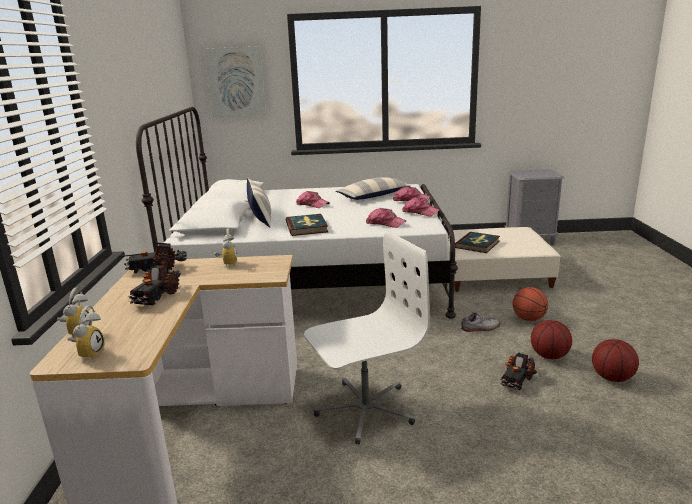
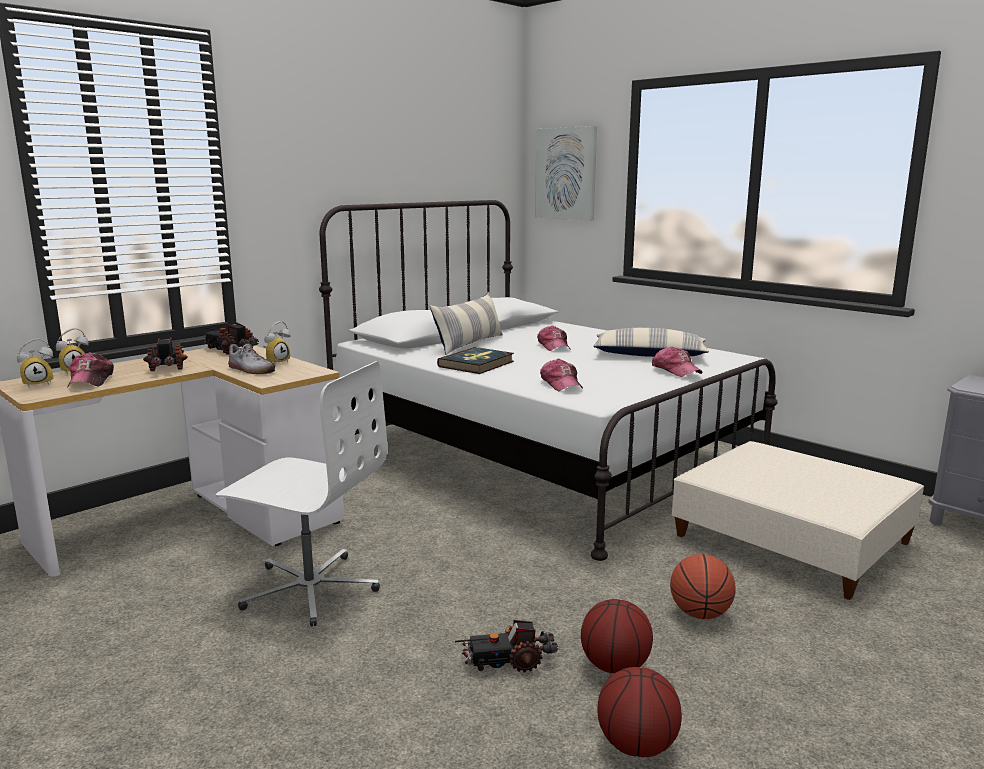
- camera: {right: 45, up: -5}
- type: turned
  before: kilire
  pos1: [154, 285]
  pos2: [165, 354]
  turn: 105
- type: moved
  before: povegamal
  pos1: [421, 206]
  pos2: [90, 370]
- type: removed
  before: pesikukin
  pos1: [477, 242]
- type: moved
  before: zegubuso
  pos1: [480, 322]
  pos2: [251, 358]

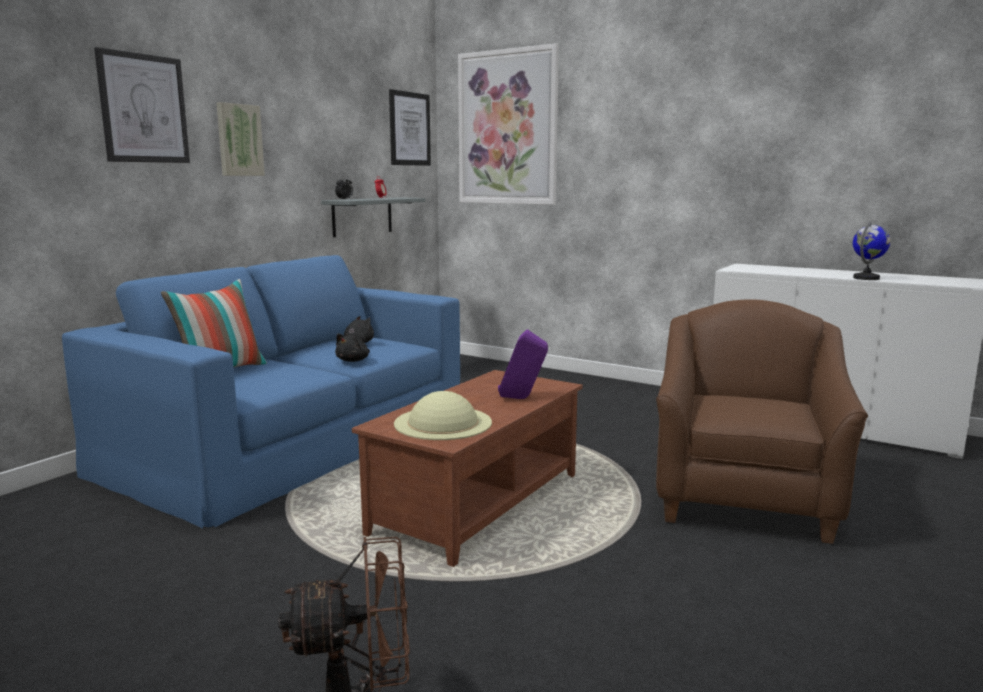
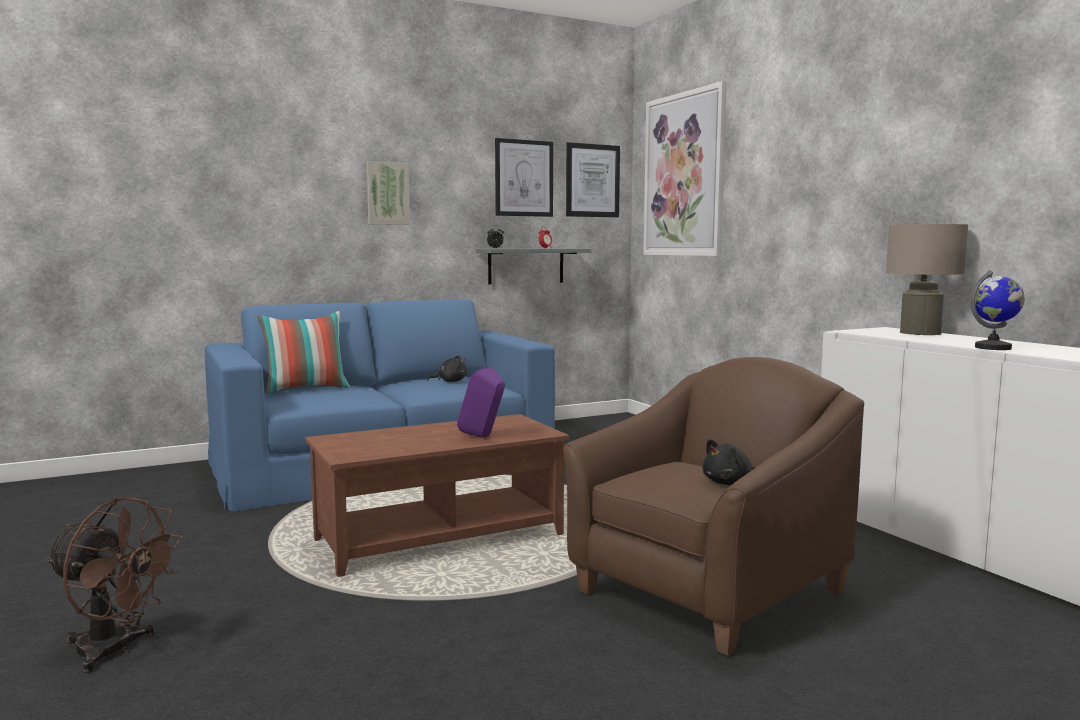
- camera: {right: 30, up: -5}
- type: moved
  before: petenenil
  pos1: [142, 105]
  pos2: [524, 177]
- type: moved
  before: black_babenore
  pos1: [352, 347]
  pos2: [729, 462]
- type: removed
  before: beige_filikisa
  pos1: [443, 415]
- type: added
  after: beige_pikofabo
  pos2: [927, 279]

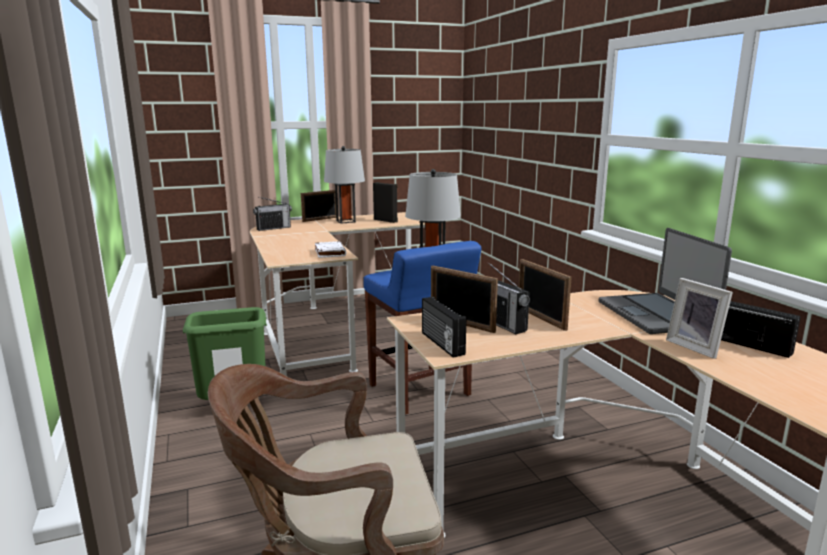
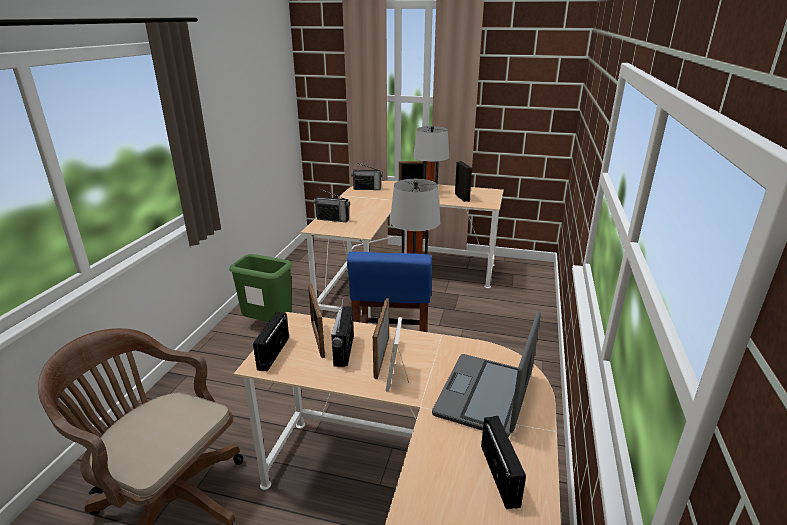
- camera: {right: 35, up: 10}
- type: removed
  before: white_pesikukin
  pos1: [330, 249]
- type: moved
  before: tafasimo
  pos1: [699, 318]
  pos2: [397, 354]
- type: added
  after: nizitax
  pos2: [332, 205]

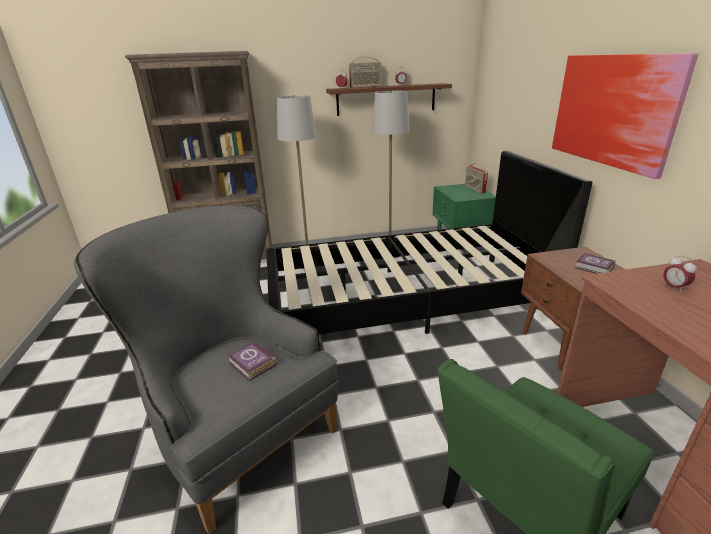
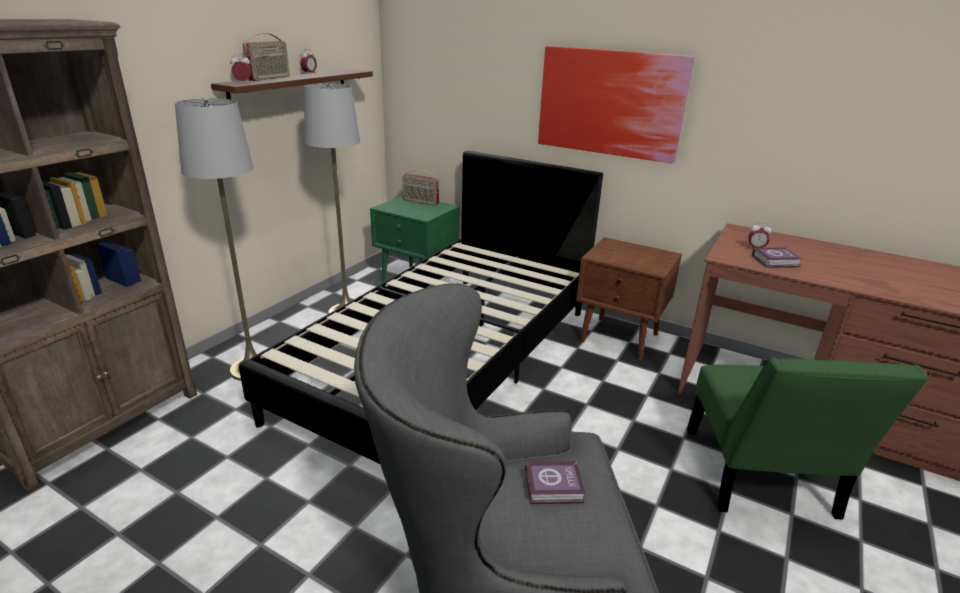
- camera: {right: -50, up: 0}
- type: moved
  before: pesikukin
  pos1: [595, 263]
  pos2: [777, 257]

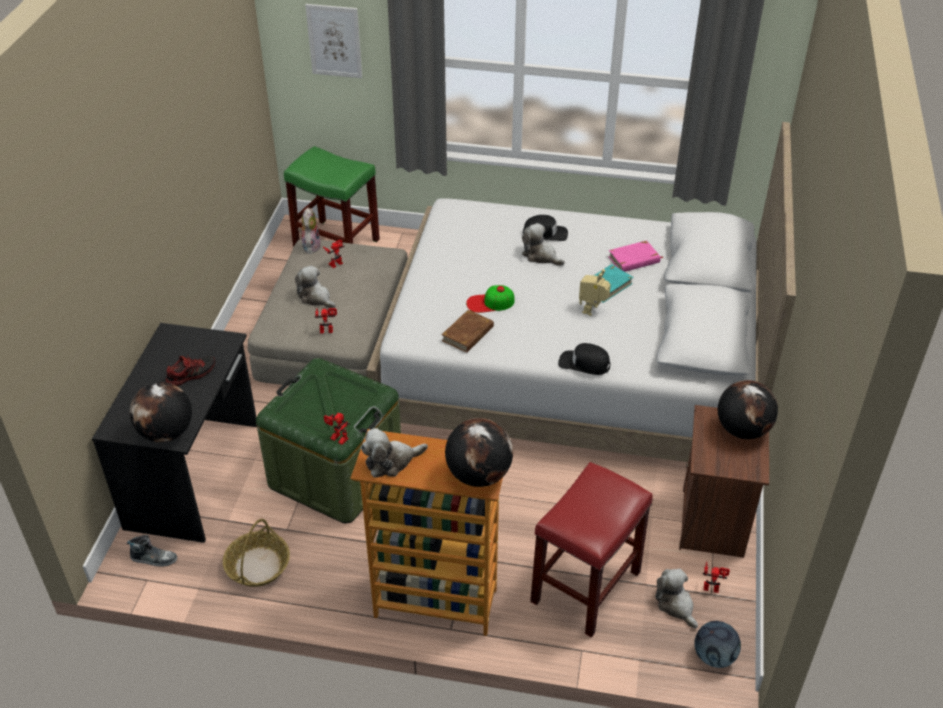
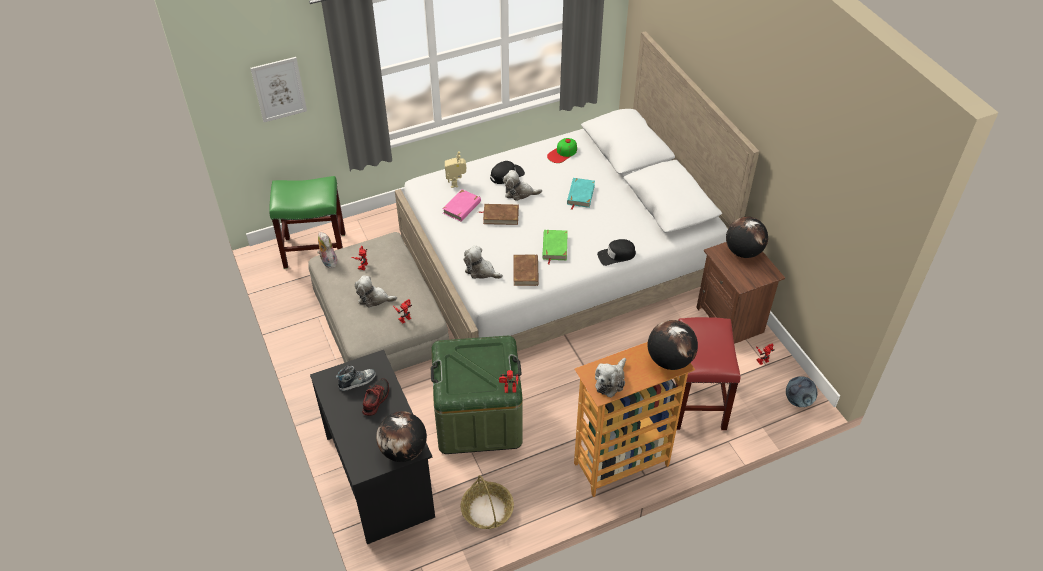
- camera: {right: -35, up: 5}
- type: moved
  before: zegubuso
  pos1: [152, 551]
  pos2: [356, 378]
- type: moved
  before: povegamal
  pos1: [490, 299]
  pos2: [562, 150]
- type: moved
  before: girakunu
  pos1: [595, 292]
  pos2: [455, 169]
- type: moved
  before: pink_pesikukin
  pos1: [635, 256]
  pos2: [461, 205]
- type: moved
  before: babenore
  pos1: [676, 599]
  pos2: [483, 262]
- type: added
  after: brown_pesikukin
  pos2: [498, 214]
- type: added
  after: green_pesikukin
  pos2: [555, 247]

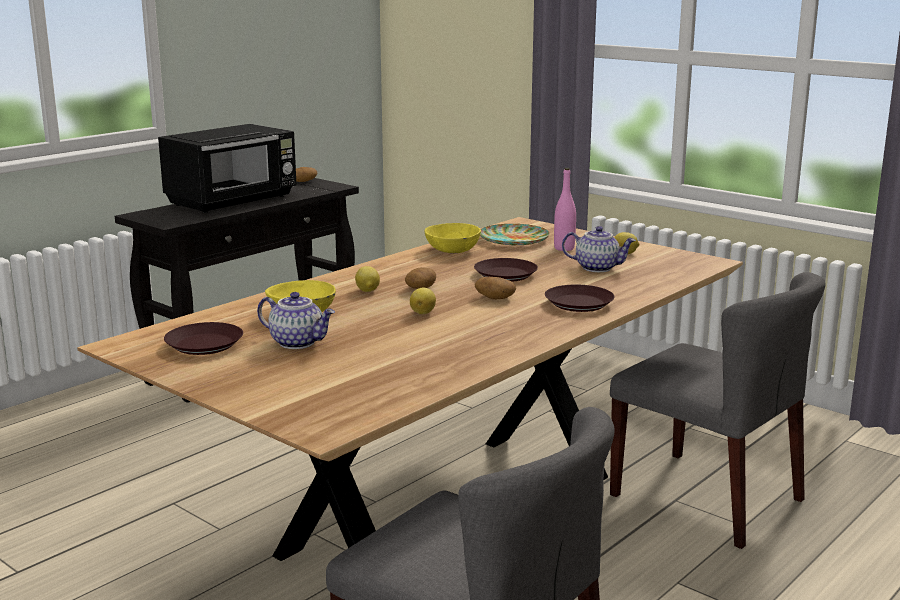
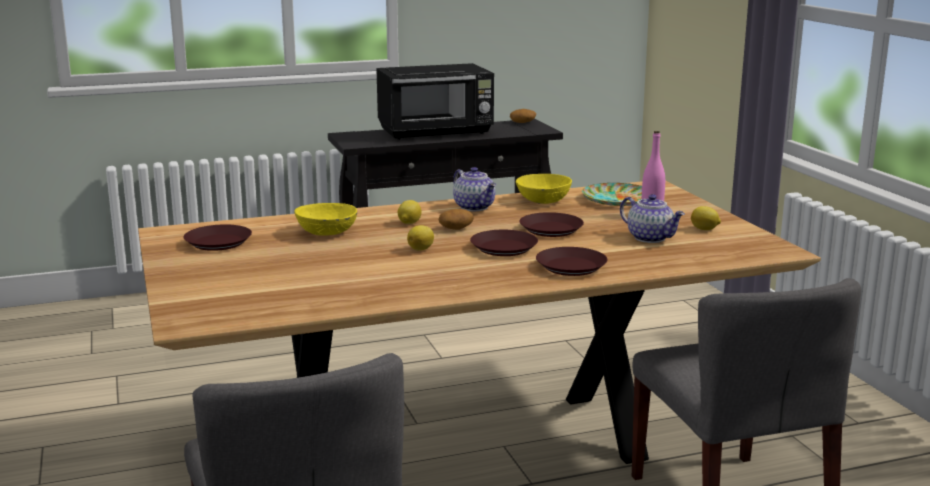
- camera: {right: 30, up: 0}
- type: moved
  before: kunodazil
  pos1: [296, 320]
  pos2: [474, 189]
- type: replaced
  before: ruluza
  after: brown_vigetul
  pos1: [495, 288]
  pos2: [504, 243]

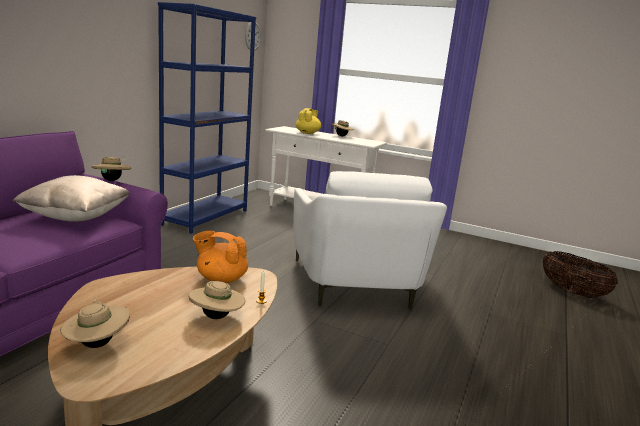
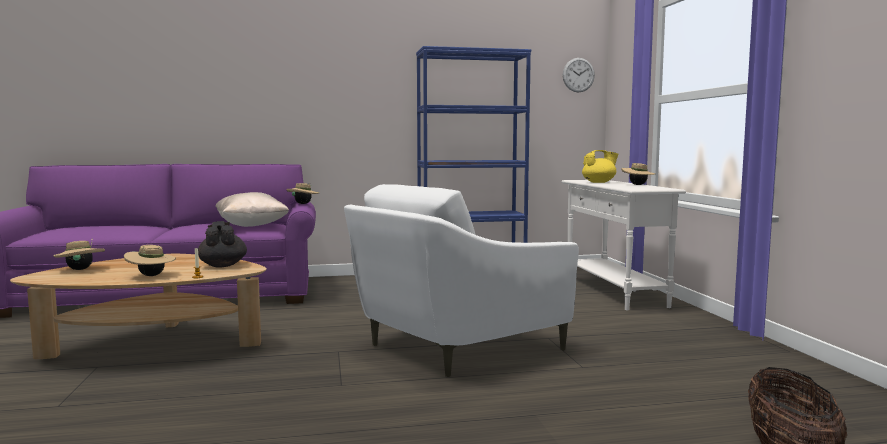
- camera: {right: 55, up: -10}
- type: recoloured
  before: orange_kunodazil
  after: black_kunodazil
  pos1: [220, 257]
  pos2: [222, 244]

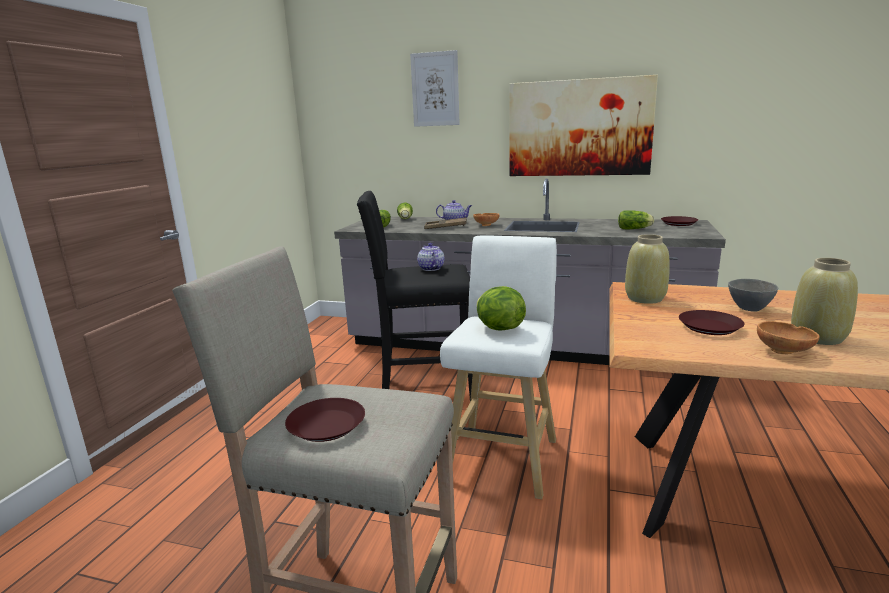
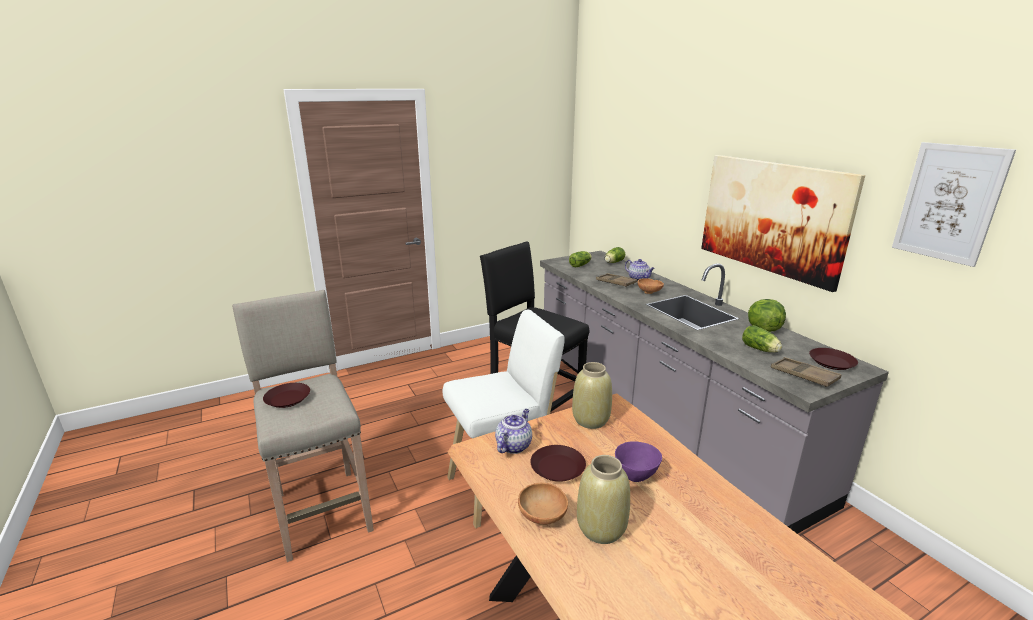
- camera: {right: 45, up: 5}
- type: moved
  before: petenenil
  pos1: [435, 88]
  pos2: [954, 204]
- type: moved
  before: kunodazil
  pos1: [430, 257]
  pos2: [513, 431]
- type: moved
  before: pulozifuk
  pos1: [501, 308]
  pos2: [767, 315]
- type: recoloured
  before: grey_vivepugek
  after: purple_vivepugek
  pos1: [753, 295]
  pos2: [638, 461]
- type: added
  after: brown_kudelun
  pos2: [806, 372]

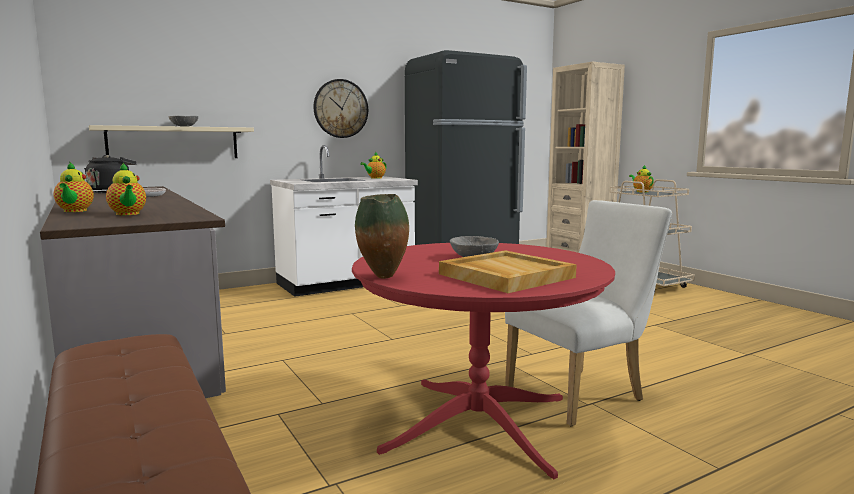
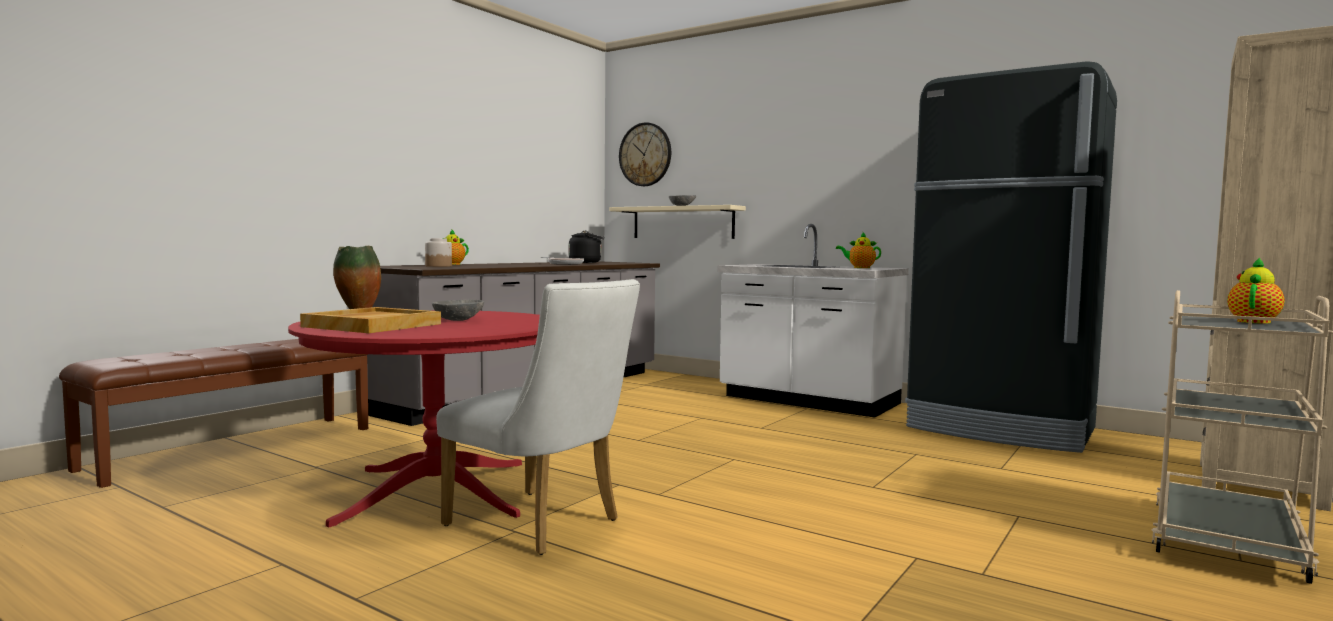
- camera: {right: 65, up: -5}
- type: replaced
  before: kunodazil
  after: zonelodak
  pos1: [126, 189]
  pos2: [438, 252]
- type: moved
  before: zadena
  pos1: [341, 108]
  pos2: [645, 154]

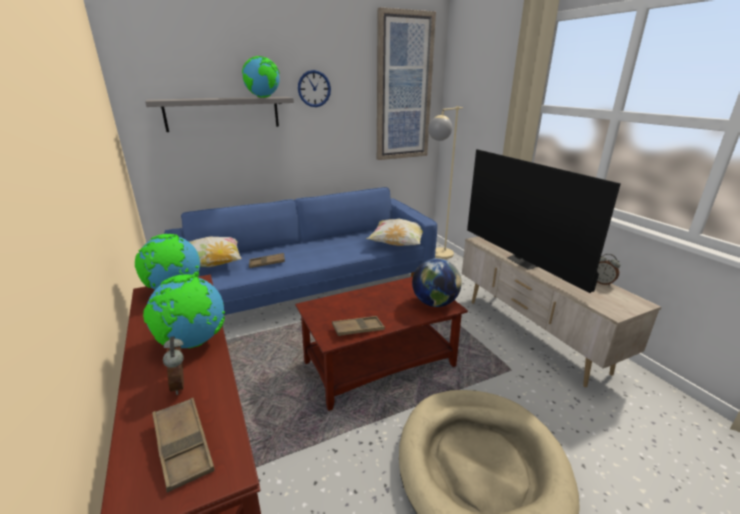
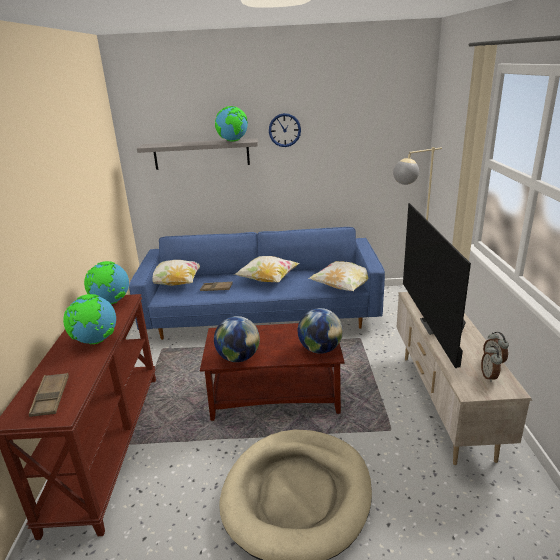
- camera: {right: 25, up: 0}
- type: moved
  before: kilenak
  pos1: [173, 365]
  pos2: [492, 364]
- type: replaced
  before: brown_kudelun
  after: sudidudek
  pos1: [358, 326]
  pos2: [237, 339]
- type: removed
  before: petenenil
  pos1: [406, 83]
- type: added
  after: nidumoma
  pos2: [267, 269]

